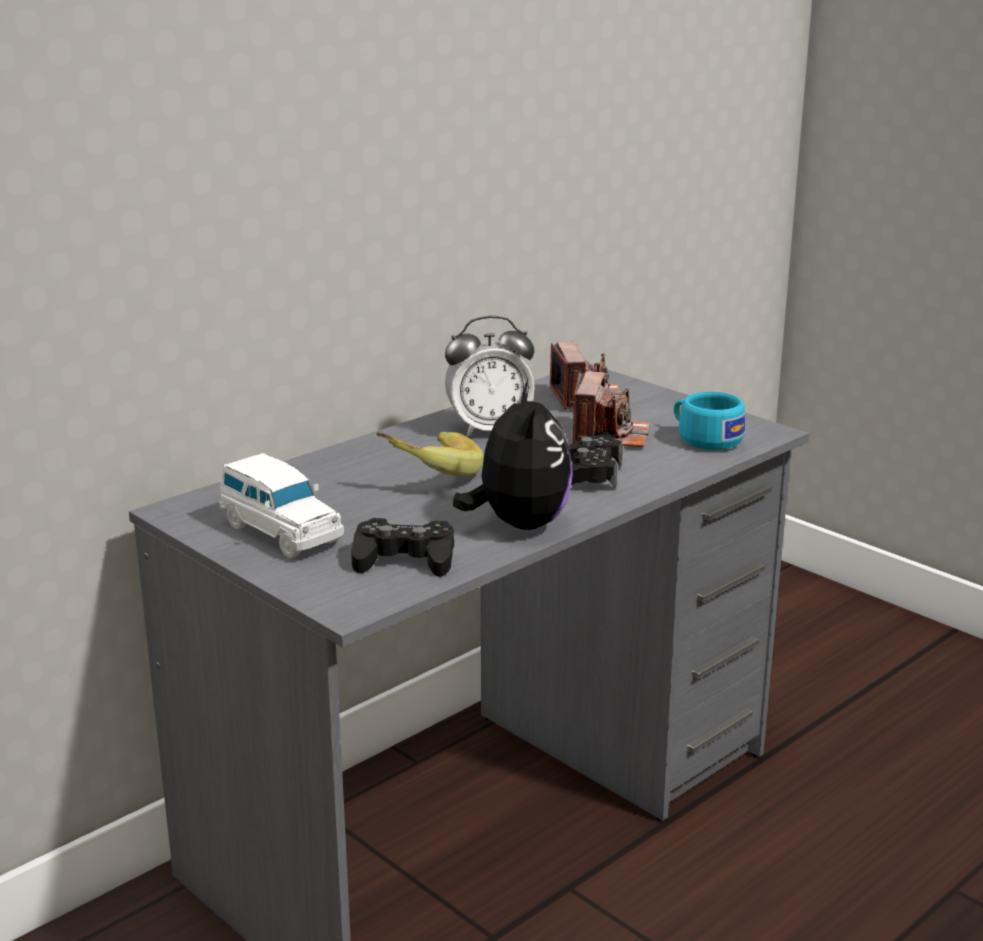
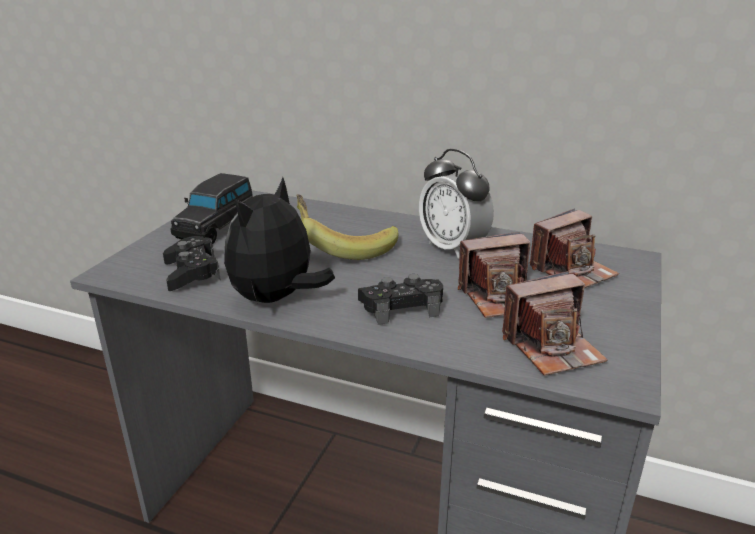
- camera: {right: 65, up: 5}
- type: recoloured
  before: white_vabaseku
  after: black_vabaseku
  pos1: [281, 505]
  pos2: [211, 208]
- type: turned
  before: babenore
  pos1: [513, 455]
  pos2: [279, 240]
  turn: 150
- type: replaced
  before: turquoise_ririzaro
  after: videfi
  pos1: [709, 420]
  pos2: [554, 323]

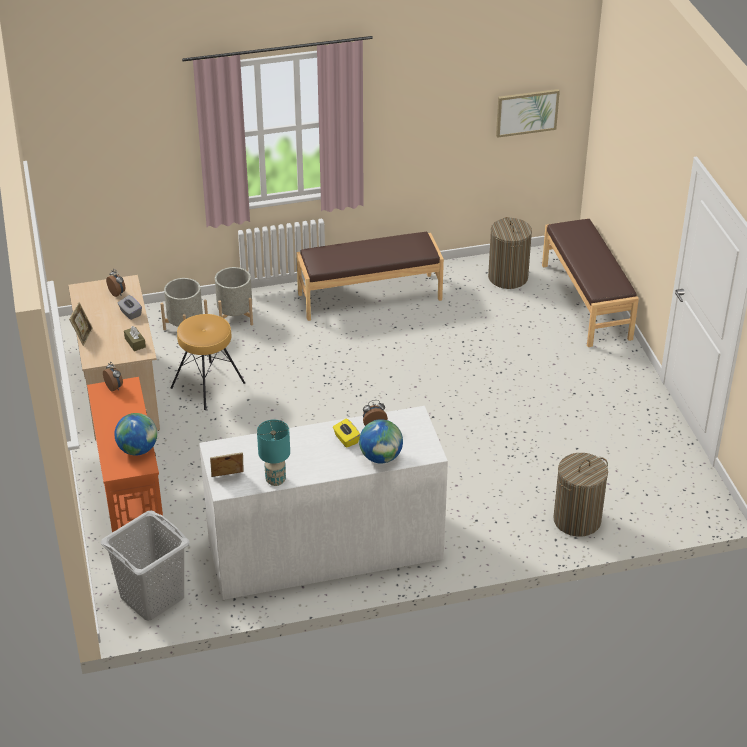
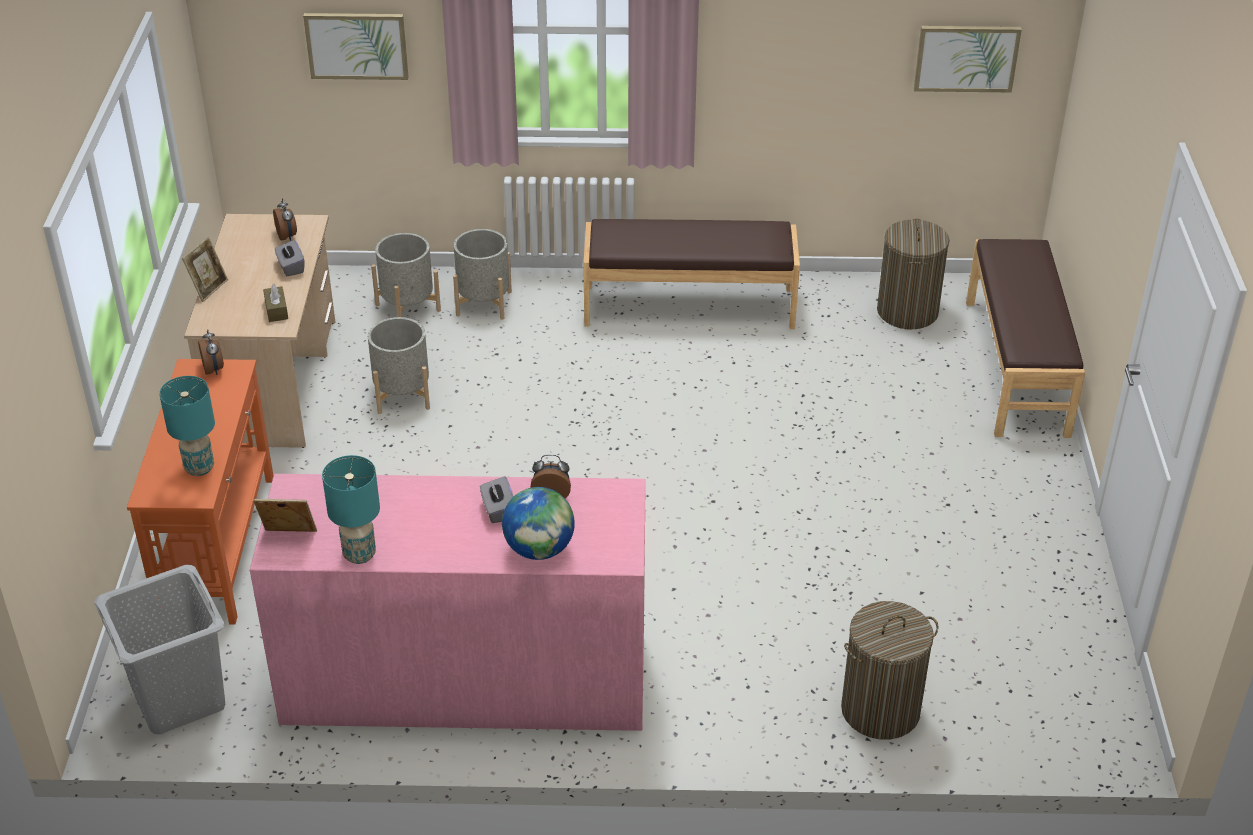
- camera: {right: 15, up: 0}
- type: replaced
  before: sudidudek
  after: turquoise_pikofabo
  pos1: [135, 434]
  pos2: [187, 426]
- type: replaced
  before: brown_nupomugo
  after: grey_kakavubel
  pos1: [208, 362]
  pos2: [399, 365]
- type: recoloured
  before: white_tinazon
  after: pink_tinazon
  pos1: [323, 503]
  pos2: [448, 602]
- type: recoloured
  before: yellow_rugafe
  after: grey_rugafe
  pos1: [346, 433]
  pos2: [497, 499]
- type: added
  after: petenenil
  pos2: [356, 46]

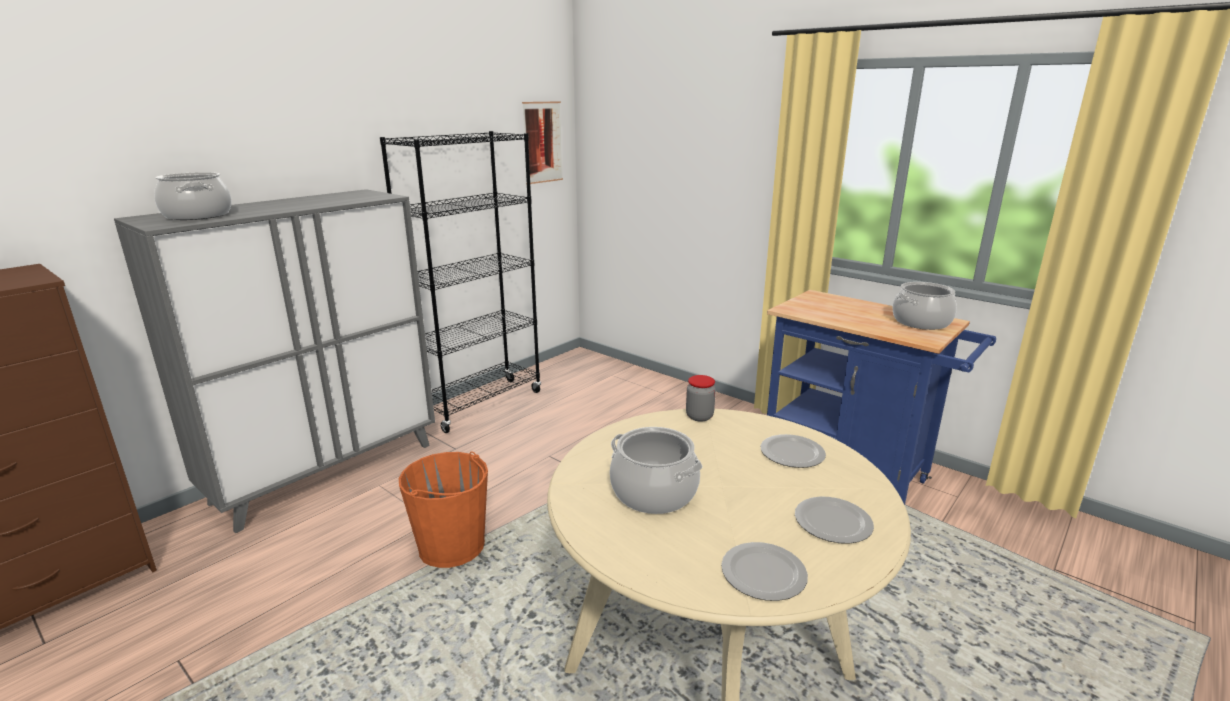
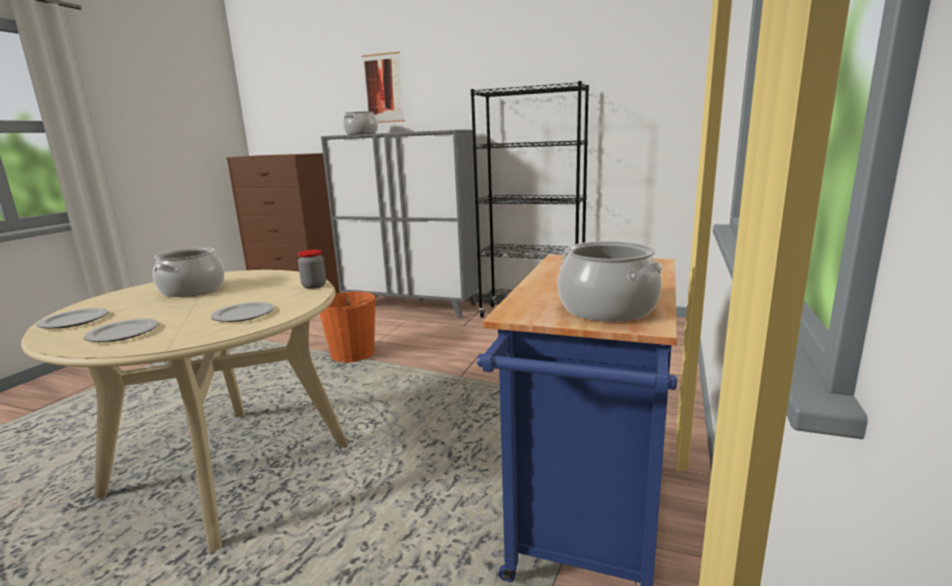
- camera: {right: 70, up: -5}
- type: moved
  before: petenenil
  pos1: [542, 142]
  pos2: [383, 87]

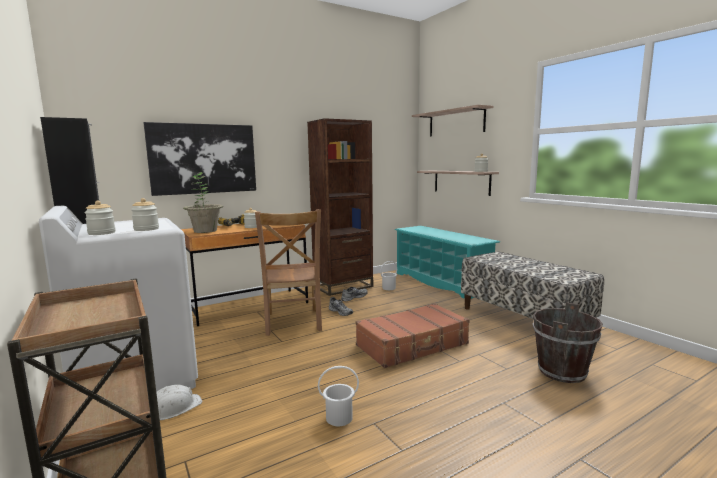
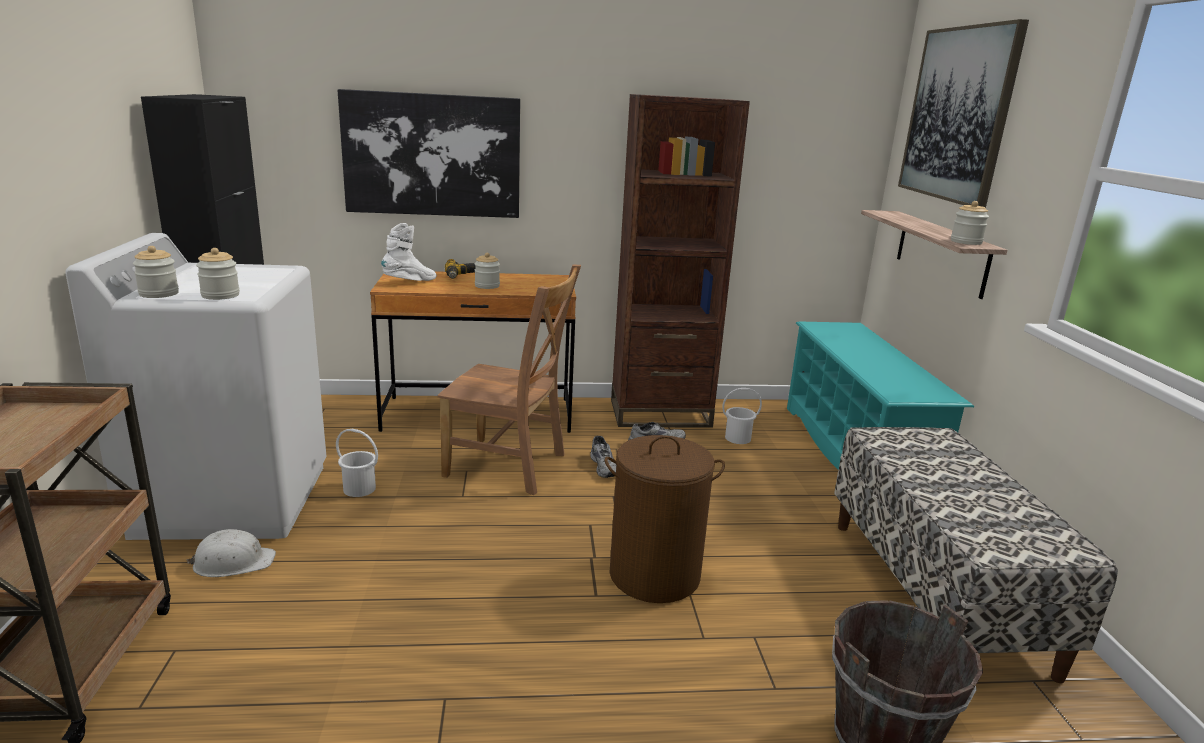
- camera: {right: 25, up: 10}
- type: replaced
  before: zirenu
  after: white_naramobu
  pos1: [203, 202]
  pos2: [409, 252]
- type: turned
  before: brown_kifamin
  pos1: [288, 272]
  pos2: [509, 379]
  turn: -90
- type: moved
  before: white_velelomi
  pos1: [338, 396]
  pos2: [357, 463]
- type: replaced
  before: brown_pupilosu
  after: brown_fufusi
  pos1: [413, 335]
  pos2: [665, 519]
- type: replaced
  before: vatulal
  after: petenenil
  pos1: [452, 121]
  pos2: [963, 113]

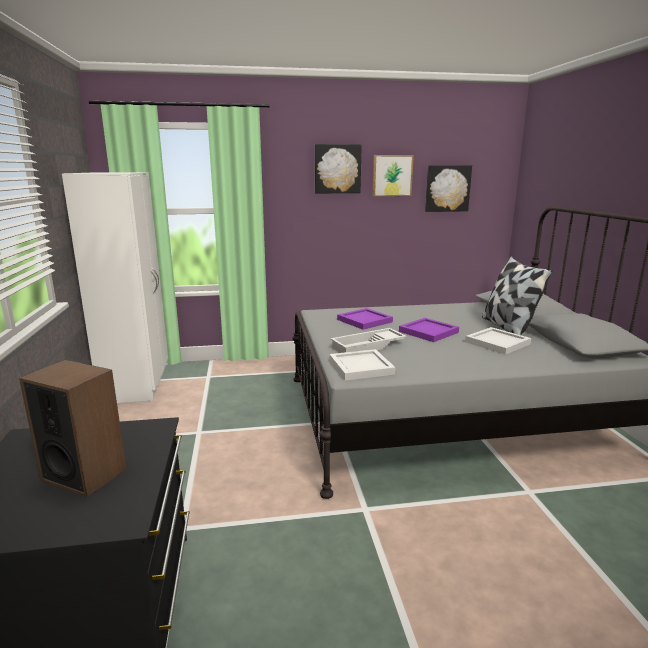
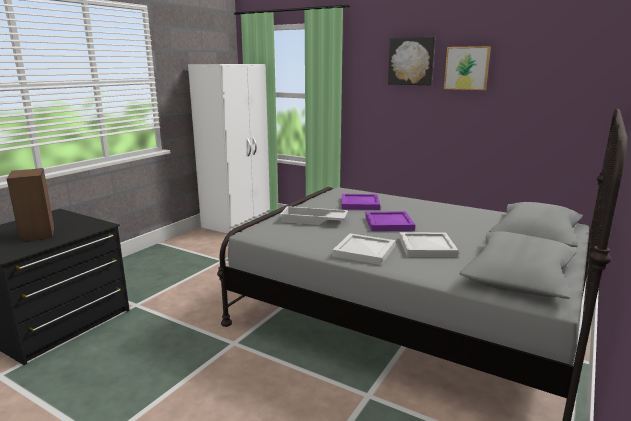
- camera: {right: 40, up: 0}
- type: moved
  before: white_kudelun
  pos1: [362, 365]
  pos2: [364, 249]
- type: removed
  before: petenenil
  pos1: [448, 188]
- type: removed
  before: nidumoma
  pos1: [517, 295]

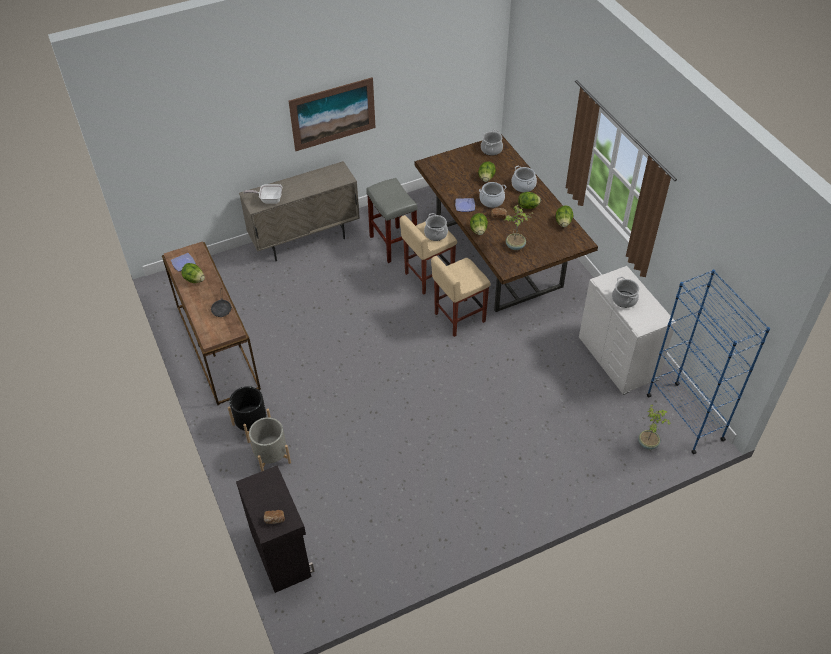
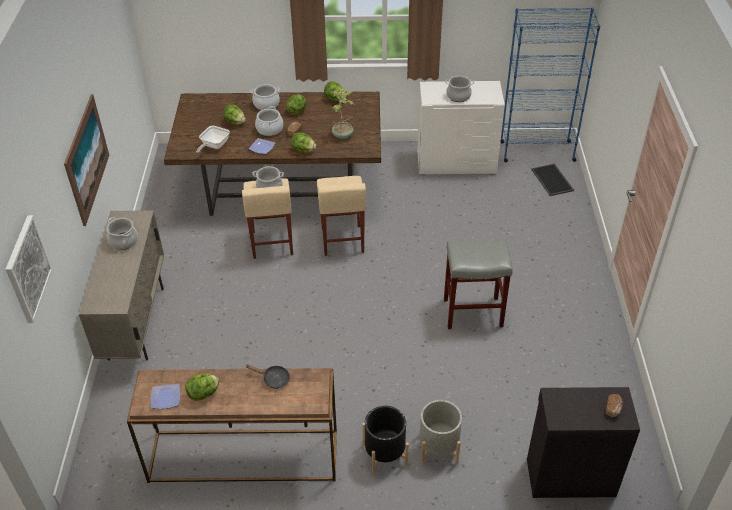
- camera: {right: -65, up: -5}
- type: moved
  before: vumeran
  pos1: [262, 194]
  pos2: [213, 139]
- type: moved
  before: grey_nupomugo
  pos1: [392, 220]
  pos2: [478, 284]
- type: moved
  before: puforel
  pos1: [492, 143]
  pos2: [122, 233]
- type: replaced
  before: zirenu
  after: kudelun
  pos1: [654, 427]
  pos2: [552, 179]
- type: added
  after: petenenil
  pos2: [29, 269]

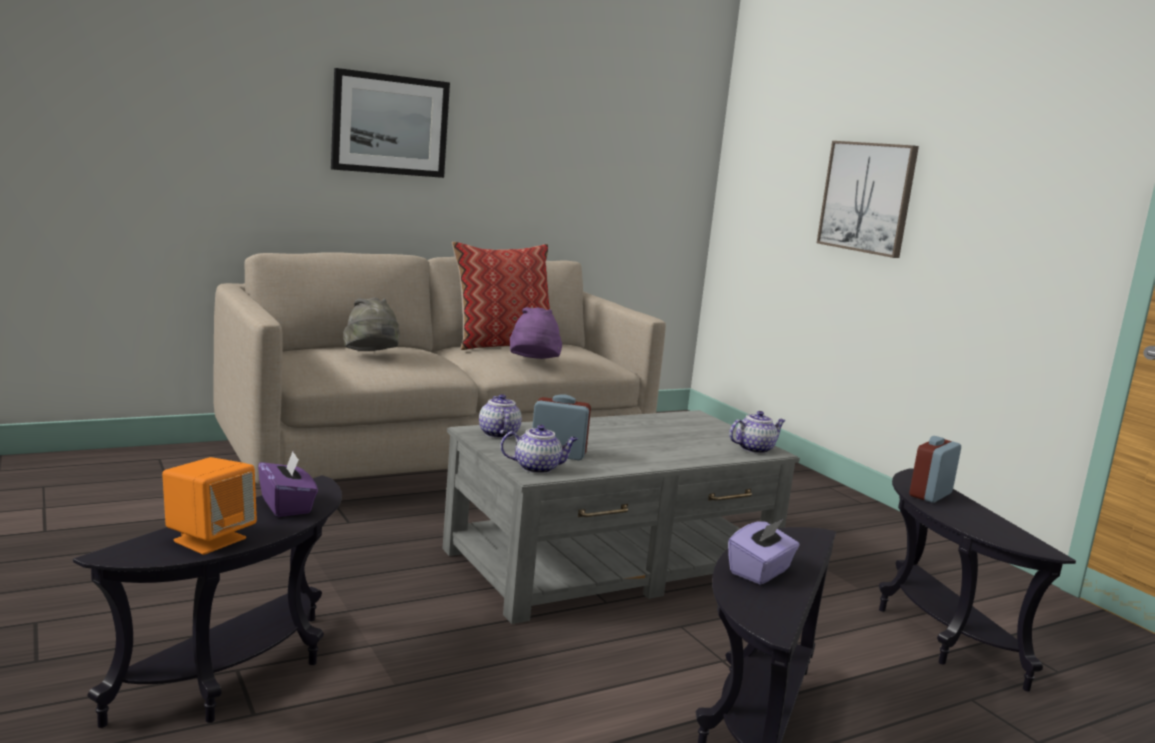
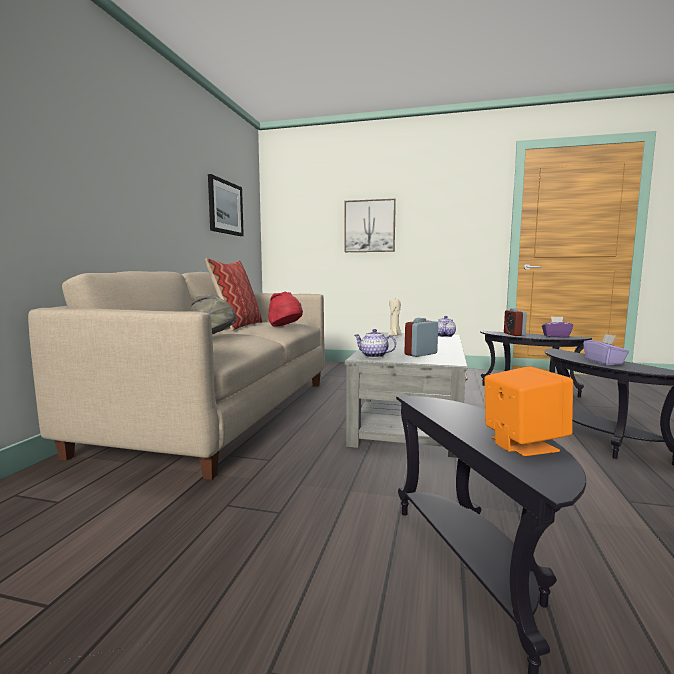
- camera: {right: -45, up: -5}
- type: moved
  before: purple_rugafe
  pos1: [288, 484]
  pos2: [557, 326]
- type: moved
  before: petenenil
  pos1: [390, 123]
  pos2: [226, 205]
- type: removed
  before: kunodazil
  pos1: [539, 449]
- type: recoloured
  before: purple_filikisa
  after: red_filikisa
  pos1: [536, 333]
  pos2: [285, 309]
- type: added
  after: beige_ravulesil
  pos2: [394, 317]

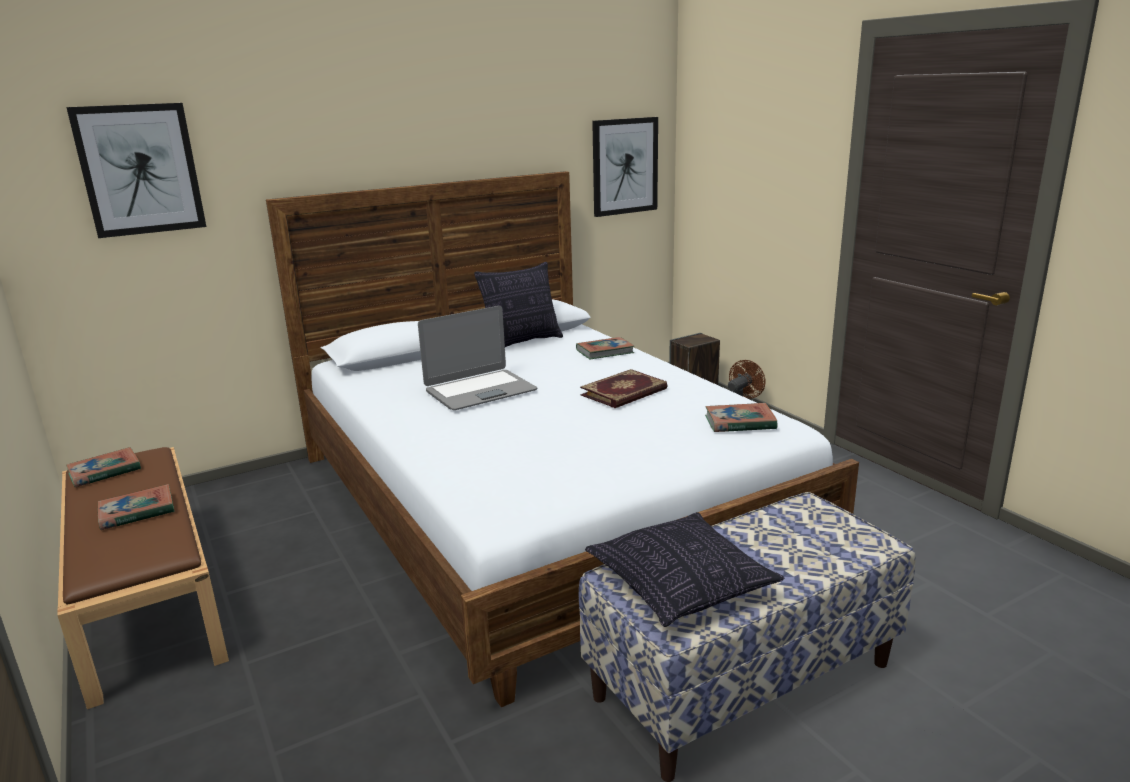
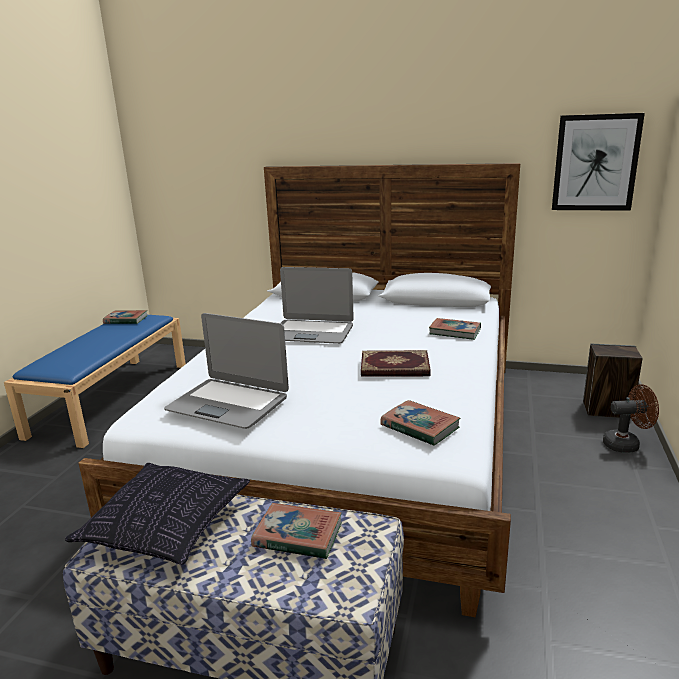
- camera: {right: 45, up: 0}
- type: recoloured
  before: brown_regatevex
  after: blue_regatevex
  pos1: [143, 578]
  pos2: [95, 381]
- type: removed
  before: petenenil
  pos1: [136, 170]
- type: moved
  before: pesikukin
  pos1: [136, 507]
  pos2: [296, 531]
- type: removed
  before: nidumoma
  pos1: [518, 304]
- type: added
  after: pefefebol
  pos2: [226, 371]

